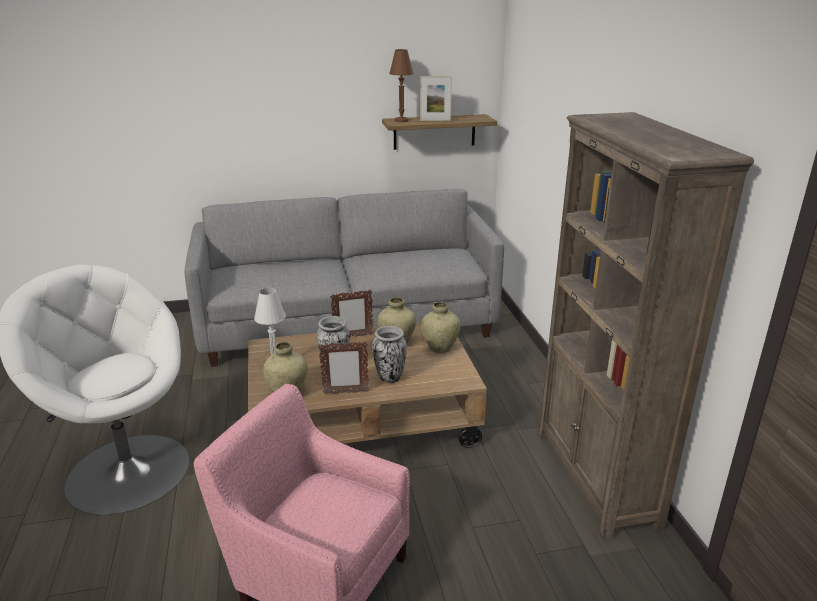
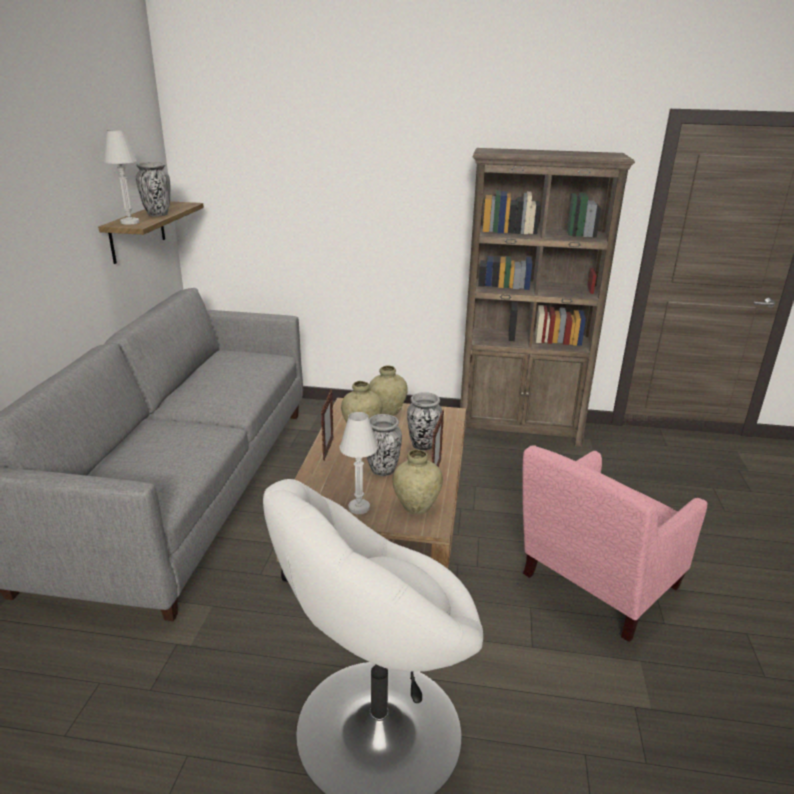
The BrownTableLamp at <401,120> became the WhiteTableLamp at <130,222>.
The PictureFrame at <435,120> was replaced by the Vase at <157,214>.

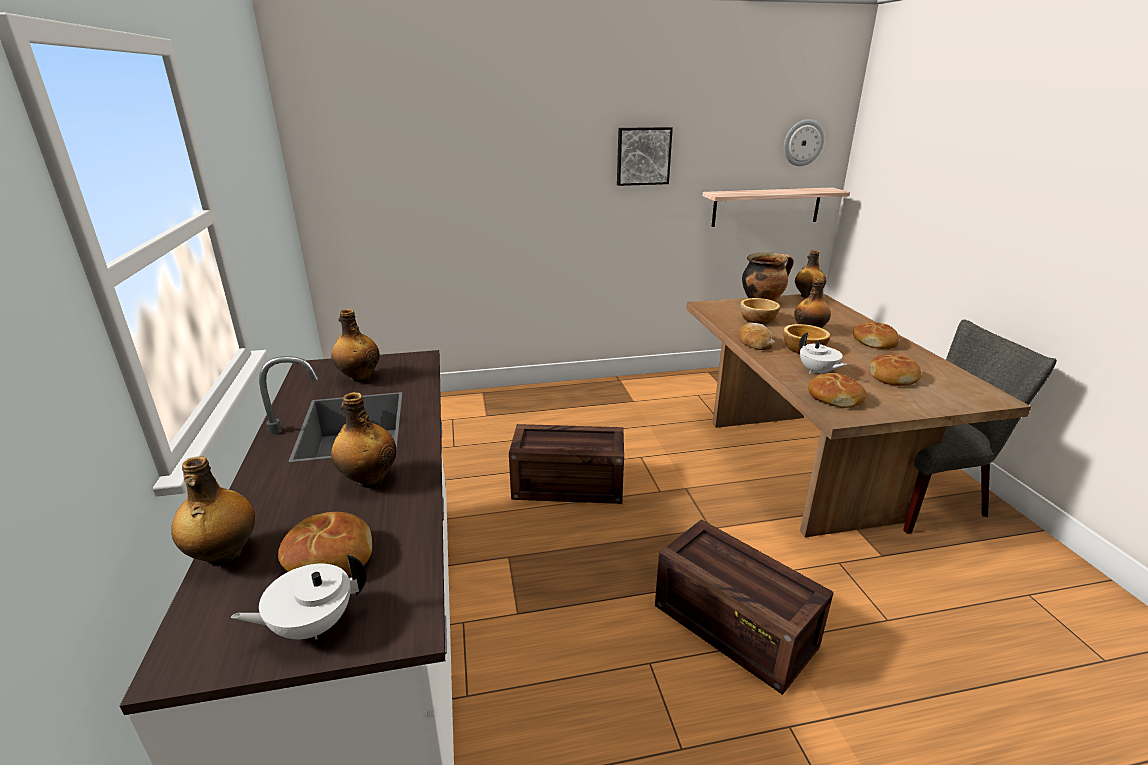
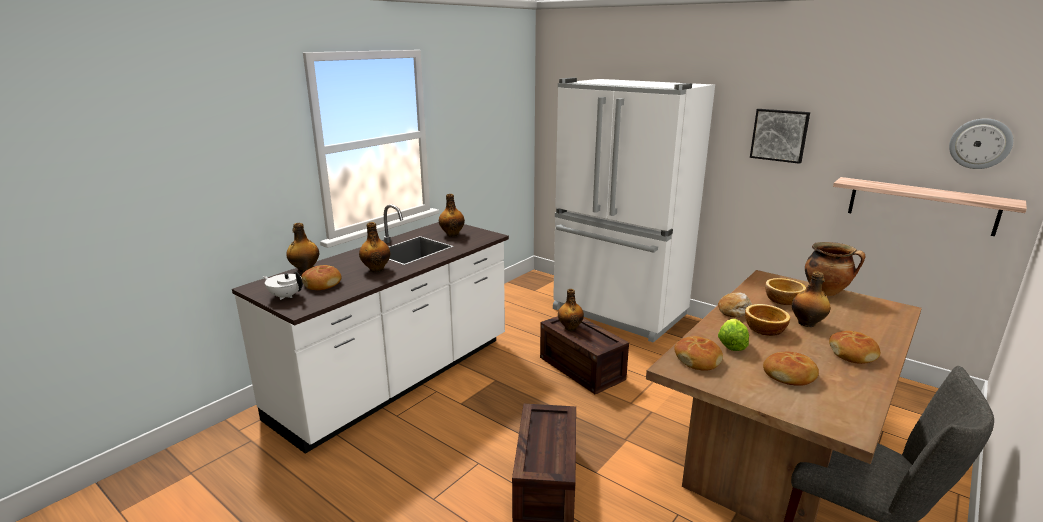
The WhiteFridge at <618,313> appeared.
The Bottle moved from <807,296> to <570,327>.
The WhiteTeapot at <817,372> was replaced by the Lettuce at <731,344>.

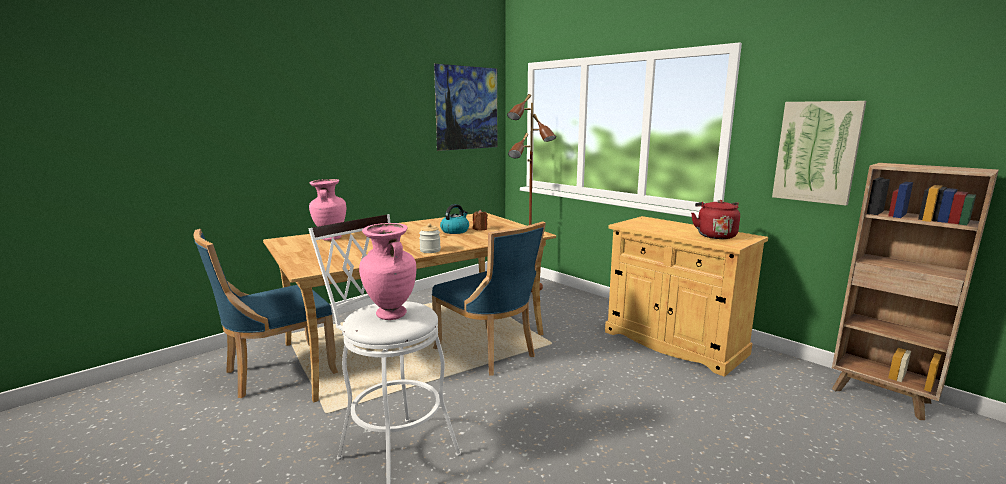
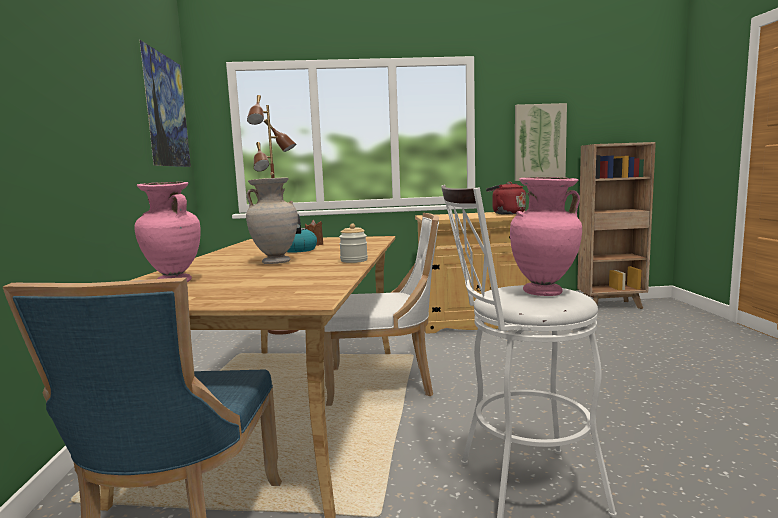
The BeigeVase at <276,262> appeared.
The BlueChair at <489,352> became the WhiteChair at <384,383>.

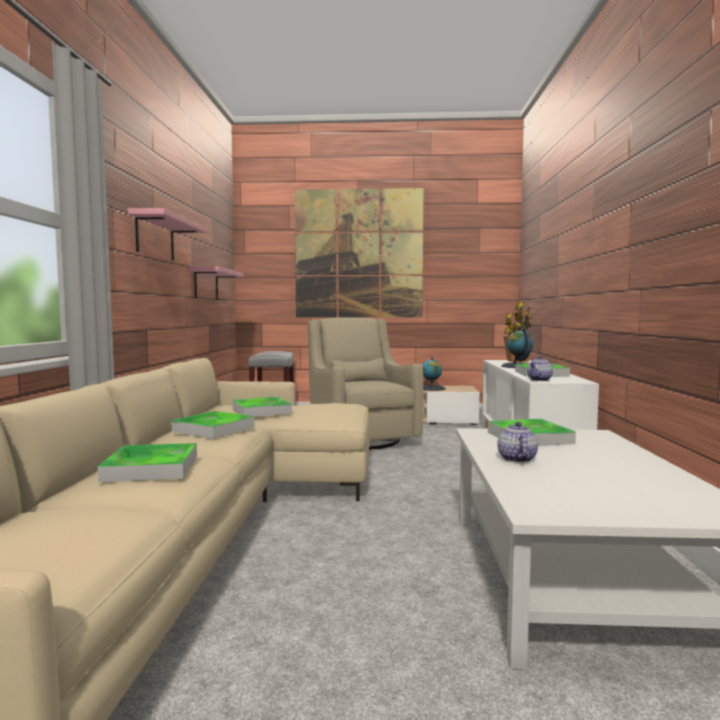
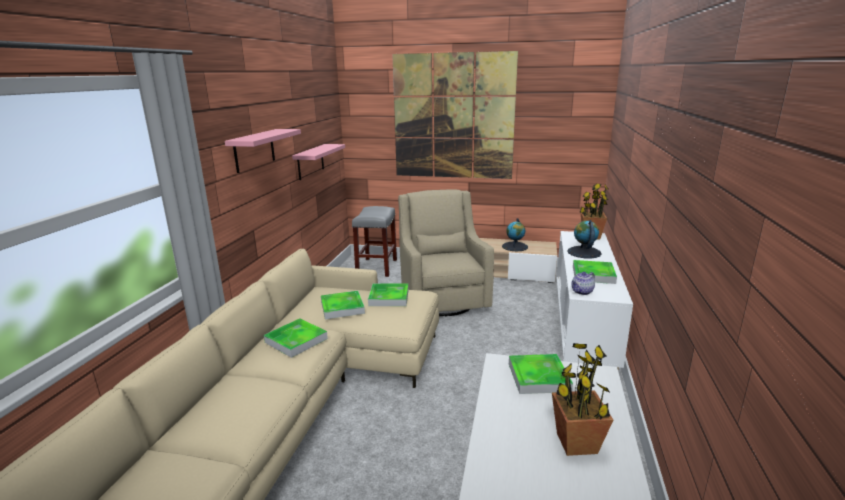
The Tray moved from <151,468> to <389,297>.
The PottedPlant at <577,444> appeared.
The Teapot at <516,459> disappeared.

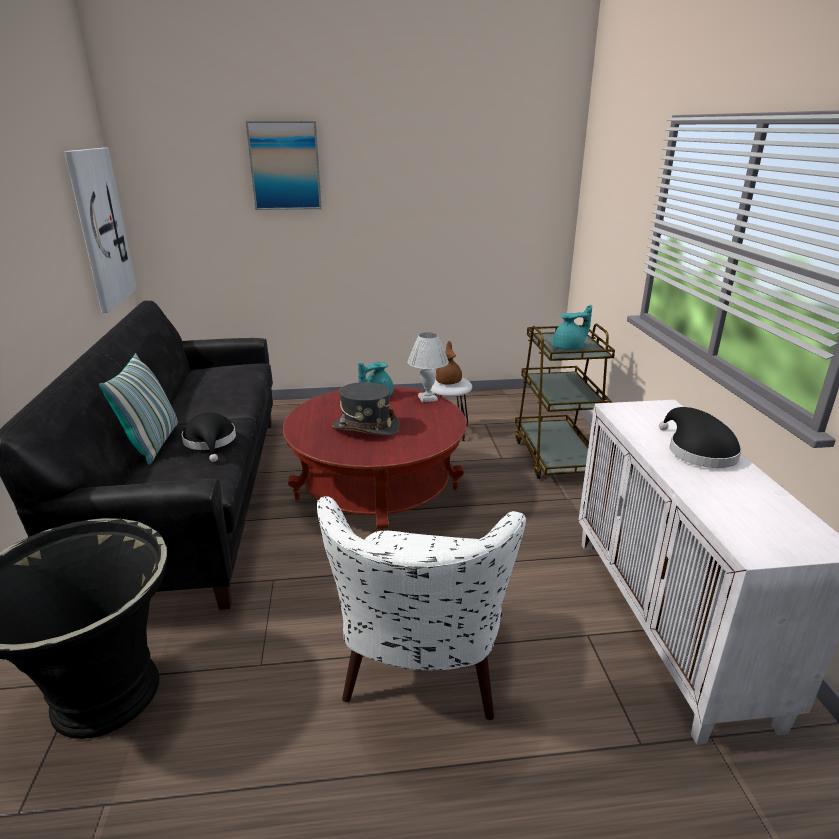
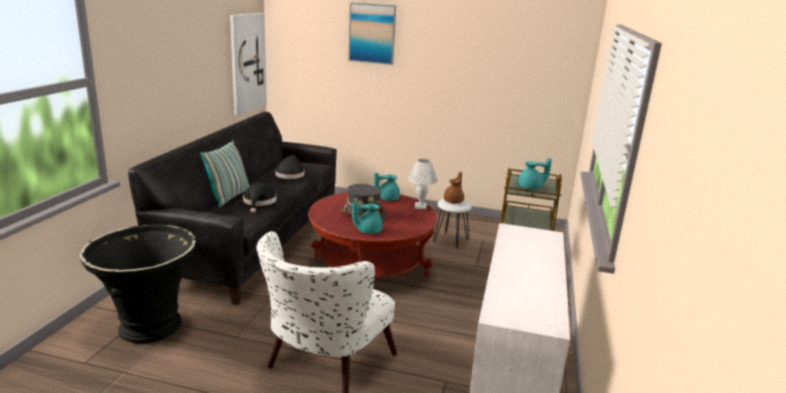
The BlackHat moved from <697,451> to <290,174>.
The TurquoiseTeapot at <368,231> appeared.

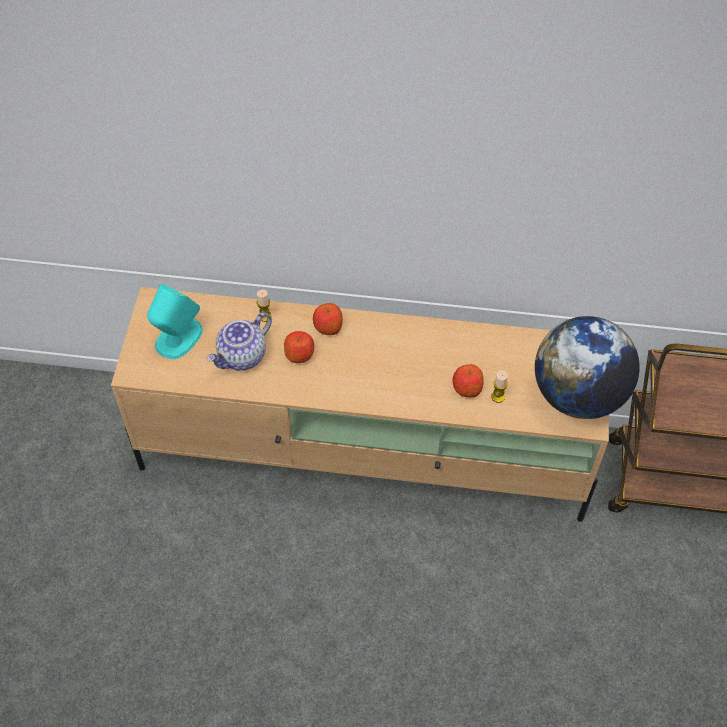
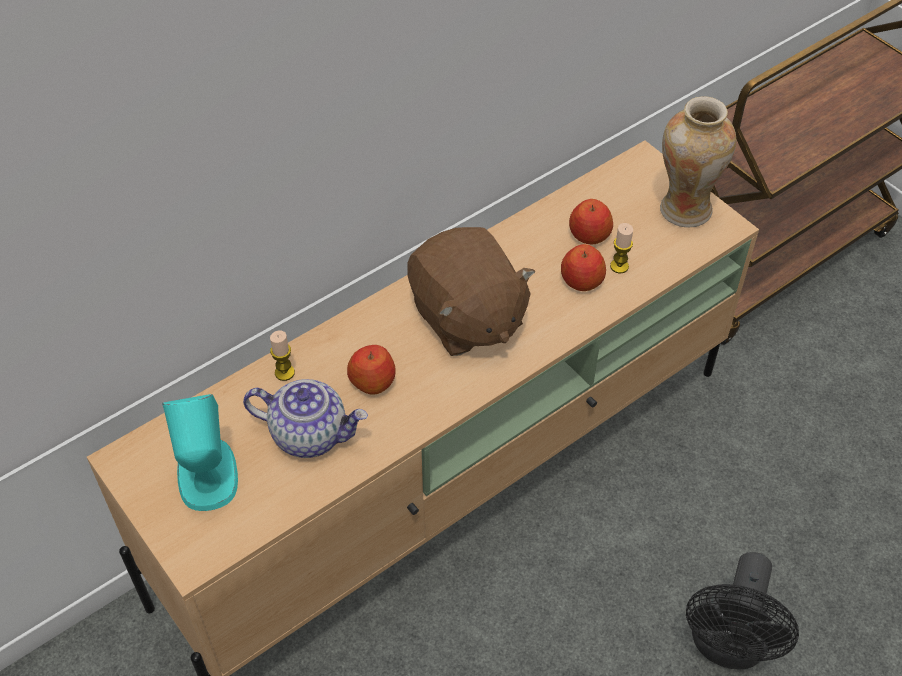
The Teapot at <242,356> turned 75 degrees counterclockwise.
The BrownPlushToy at <466,318> appeared.
The Apple moved from <328,326> to <589,235>.
The Globe at <578,395> was replaced by the Vase at <684,209>.
The BlackFan at <727,646> appeared.

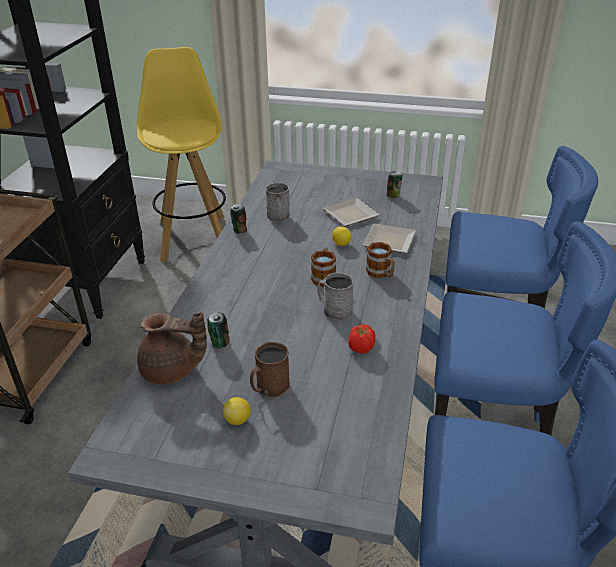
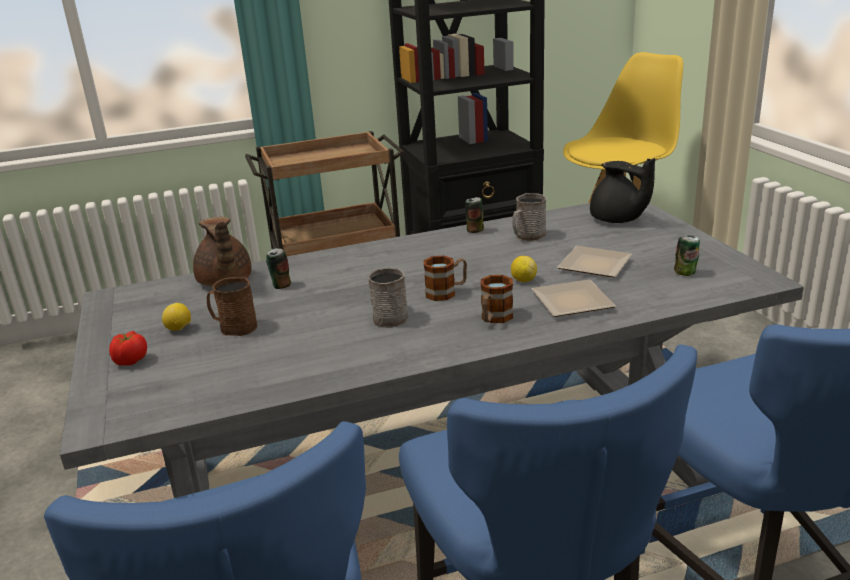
The Tomato moved from <360,348> to <131,361>.
The BlackTeapot at <617,220> appeared.

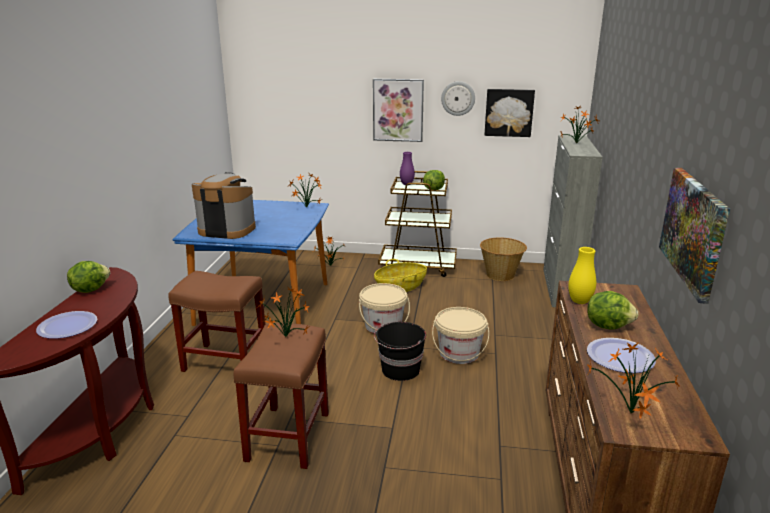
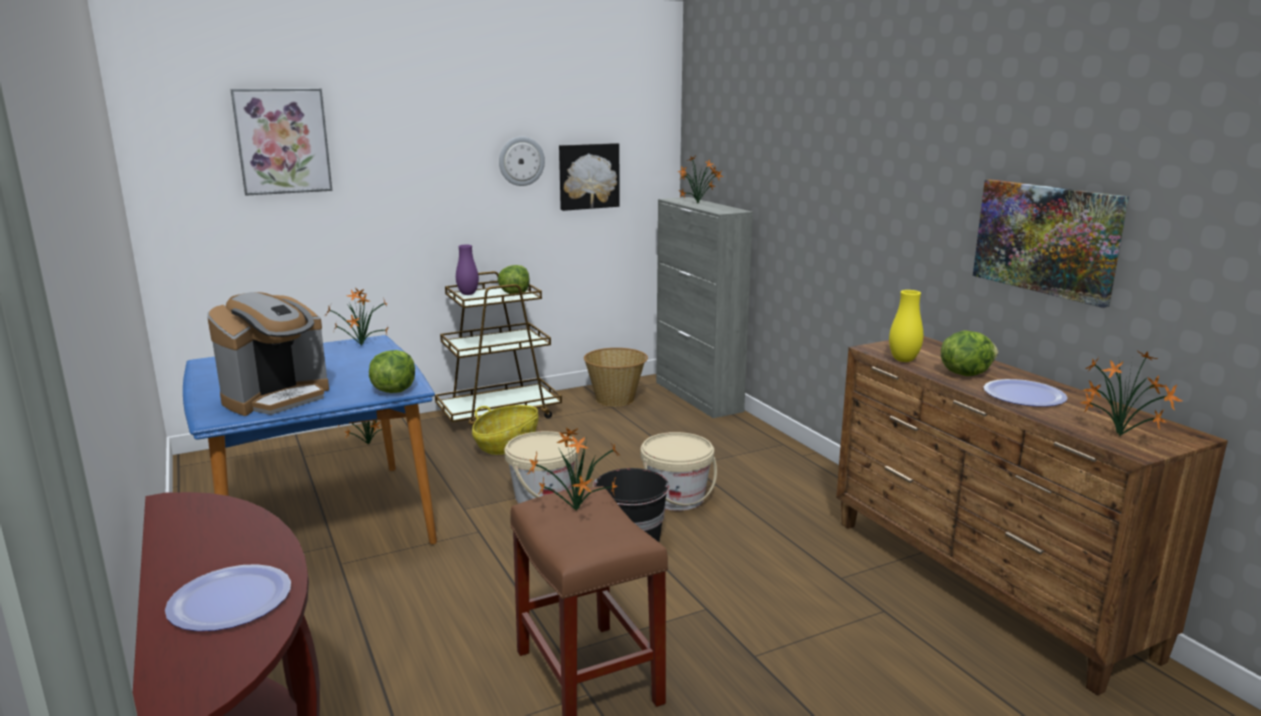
The CoffeeMachine at <227,230> turned 150 degrees clockwise.
The Picture moved from <398,110> to <282,141>.
The Lettuce moved from <90,289> to <394,390>.
The BrownStool at <224,361> disappeared.

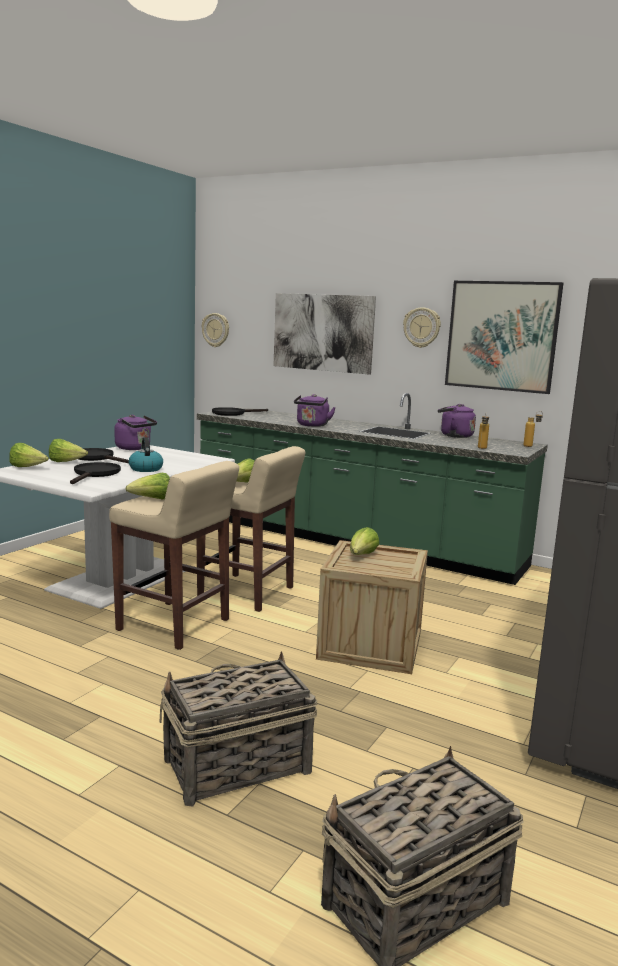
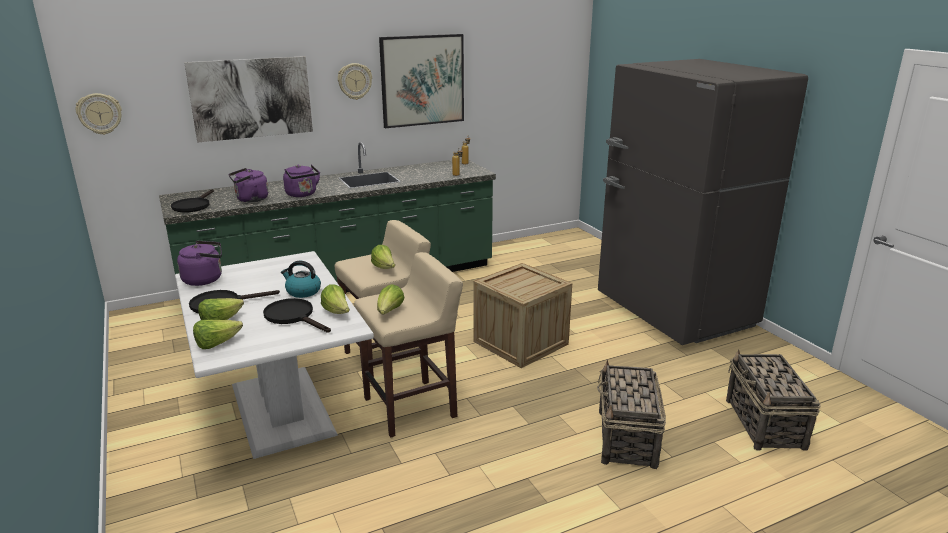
The PurpleKettle moved from <454,436> to <250,199>.
The Lettuce moved from <362,556> to <337,312>.

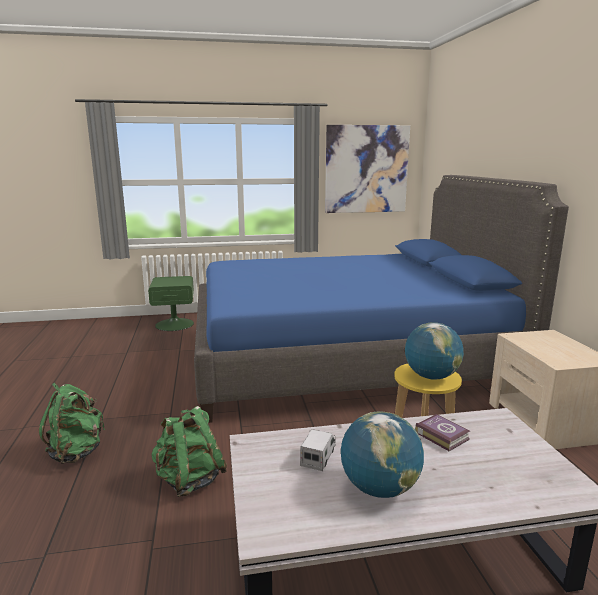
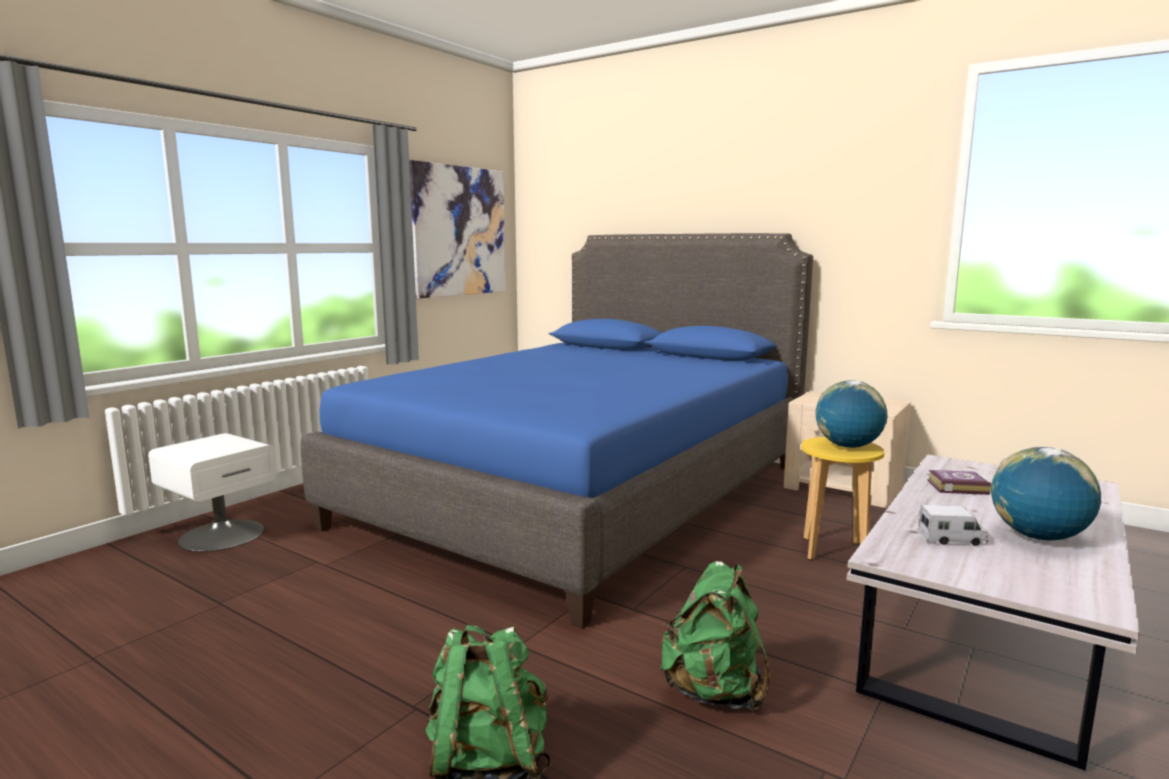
The GreenNightstand at <174,324> became the WhiteNightstand at <221,534>.
The ToyTruck at <318,457> turned 120 degrees clockwise.

